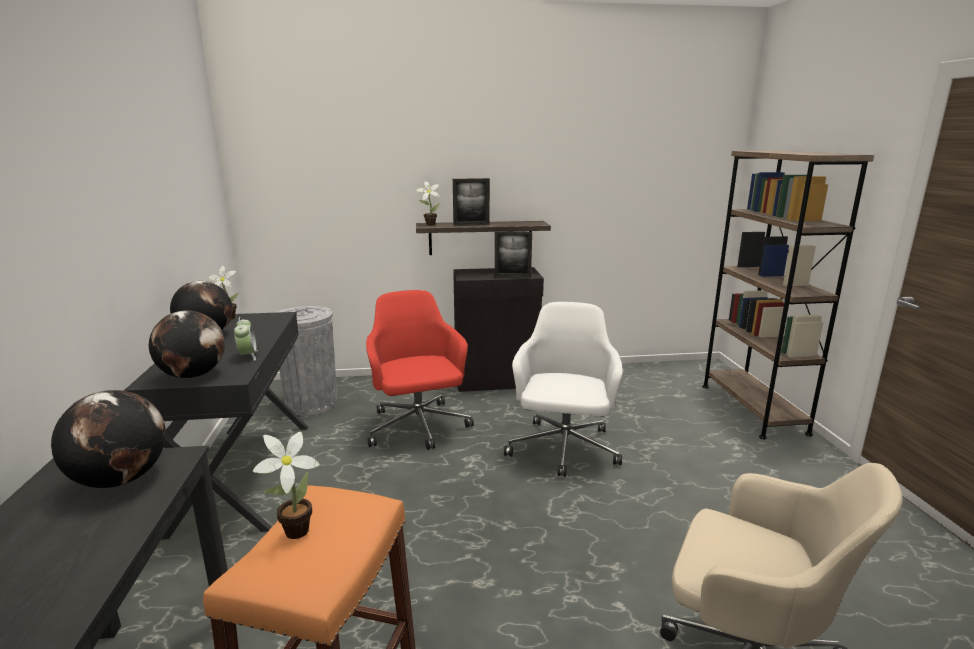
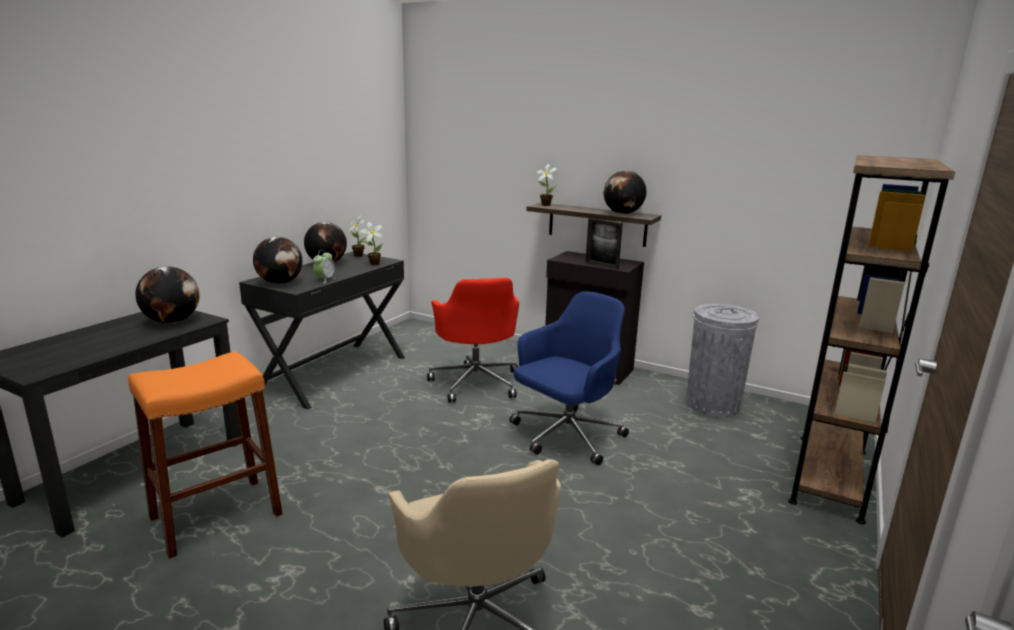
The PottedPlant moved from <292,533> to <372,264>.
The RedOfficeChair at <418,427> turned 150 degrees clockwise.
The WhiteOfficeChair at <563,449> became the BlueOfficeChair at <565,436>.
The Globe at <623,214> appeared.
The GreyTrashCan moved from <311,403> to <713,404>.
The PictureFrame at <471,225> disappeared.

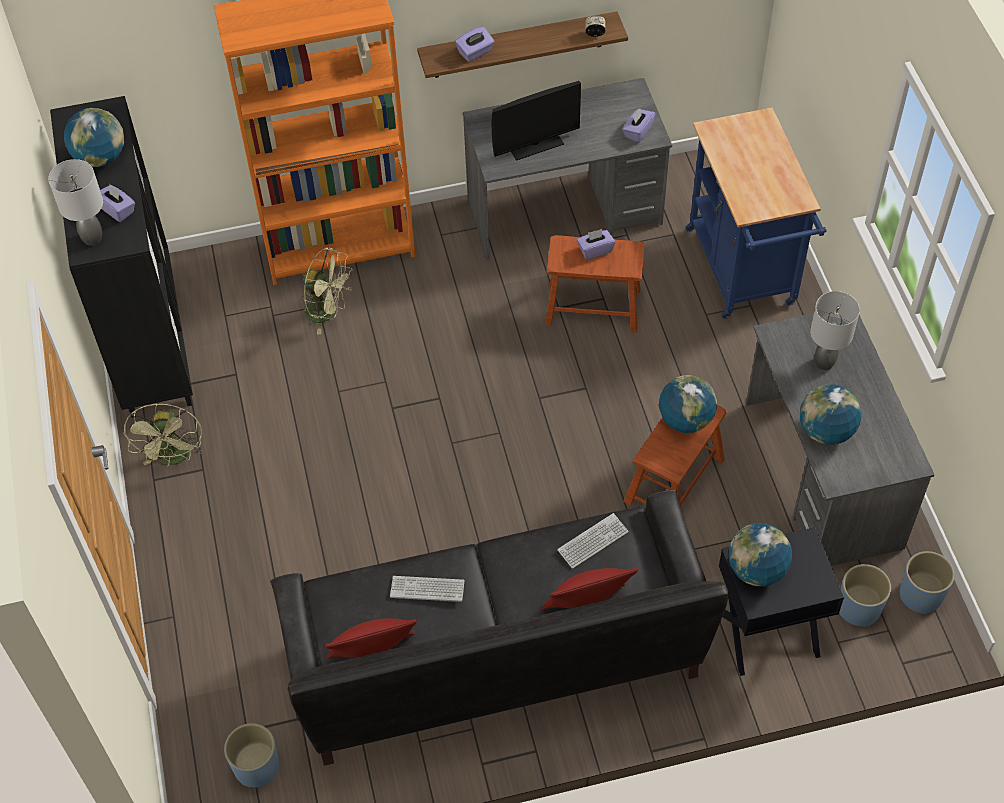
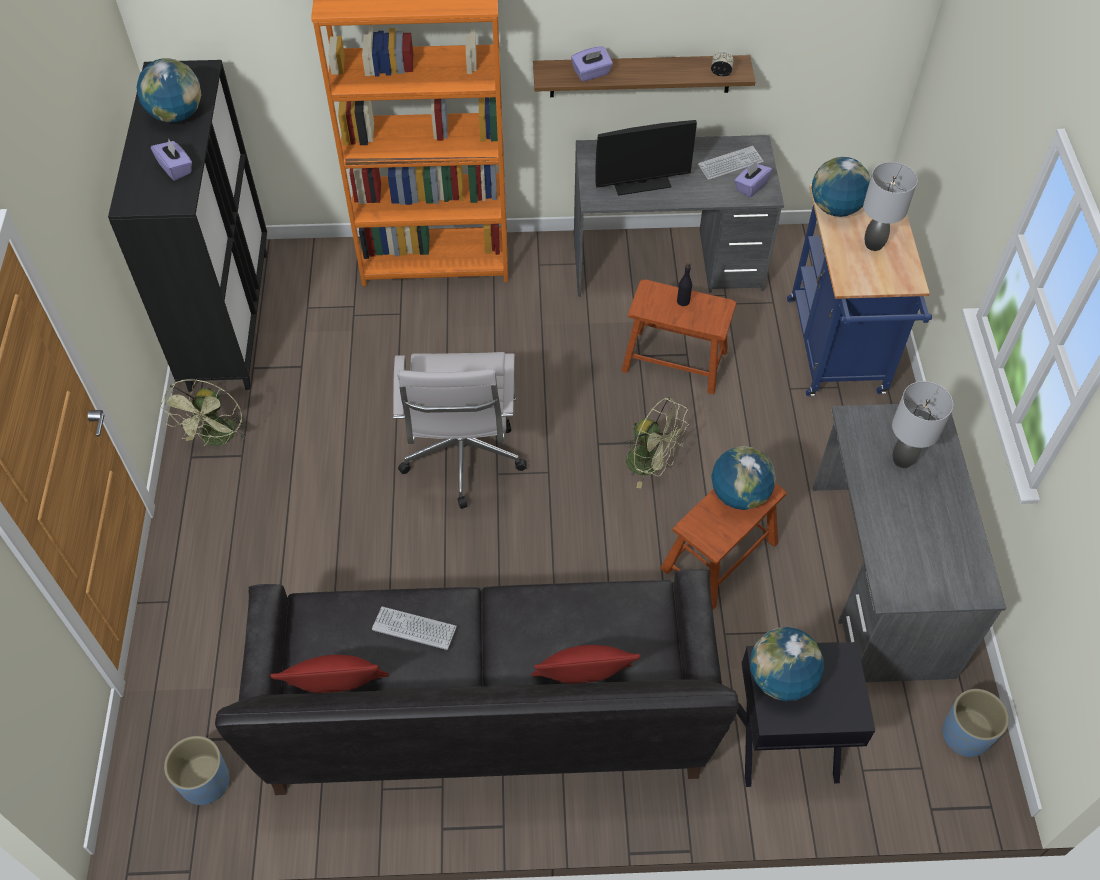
The WhiteOfficeChair at <462,460> appeared.
The GreenFan moved from <328,312> to <651,464>.
The PurpleTissueBox at <595,250> was replaced by the BlackBottle at <683,301>.
The Keyboard moved from <592,541> to <730,164>.
The Globe moved from <826,431> to <835,208>.
The GreyTableLamp moved from <91,238> to <873,244>.
The BluePlanter at <859,608> disappeared.

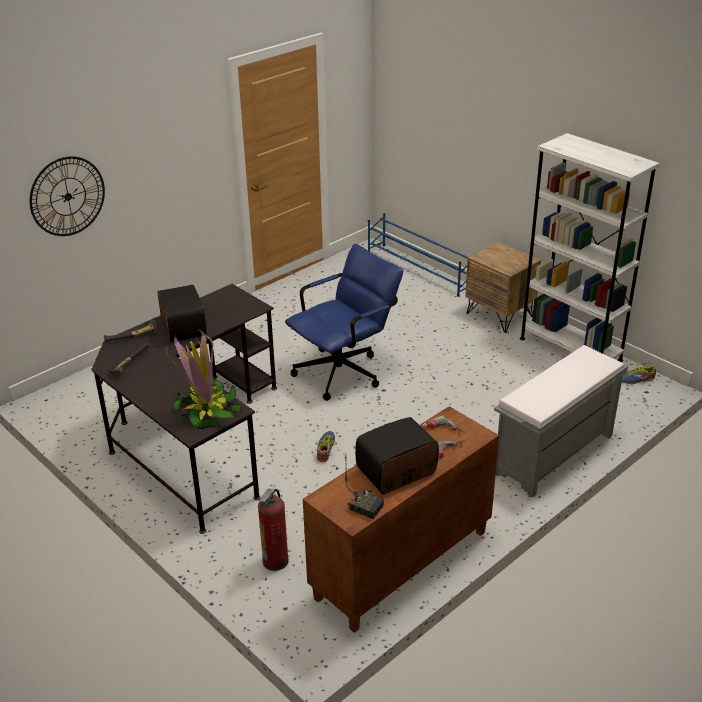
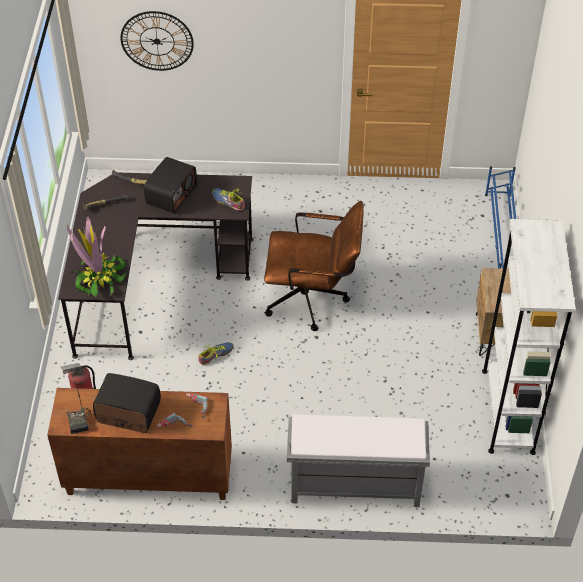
The Shoe moved from <635,379> to <228,201>.
The BlueOfficeChair at <345,371> became the BrownOfficeChair at <313,299>.

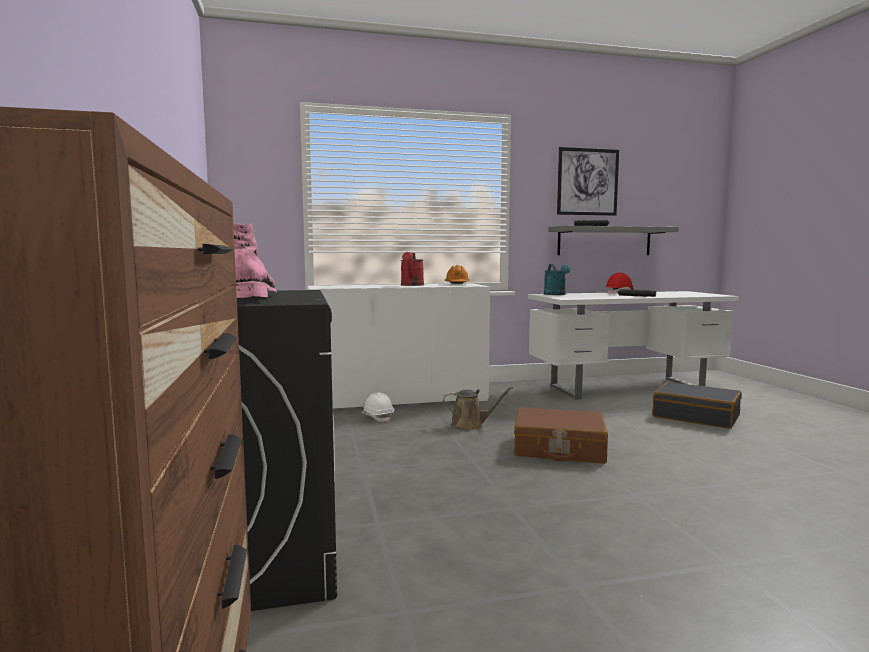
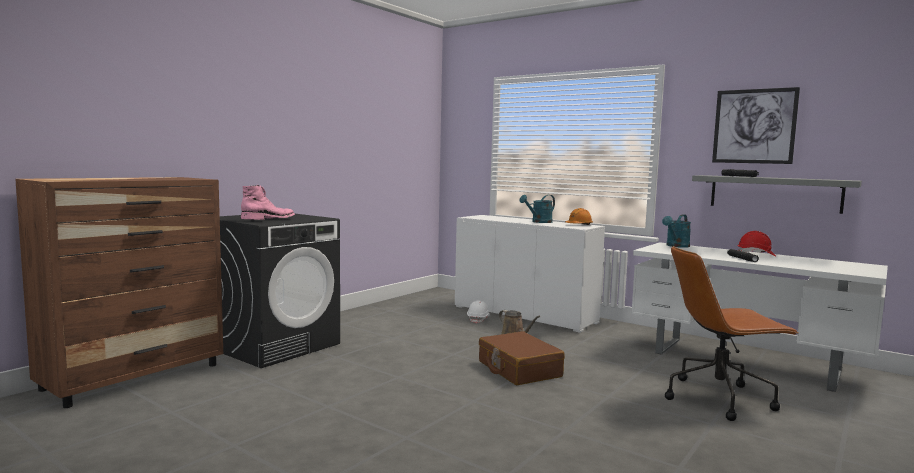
The RedWateringCan at <412,285> became the TurquoiseWateringCan at <539,222>.
The BlackSuitcase at <696,416> was replaced by the BrownOfficeChair at <719,398>.

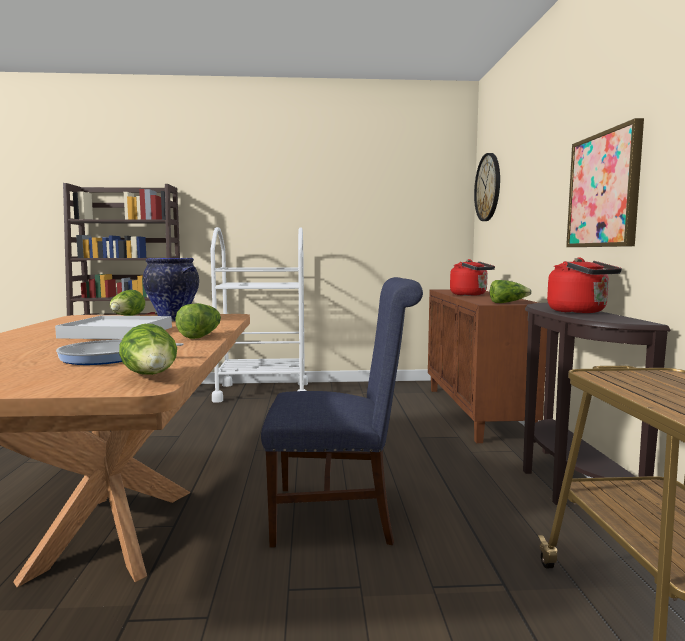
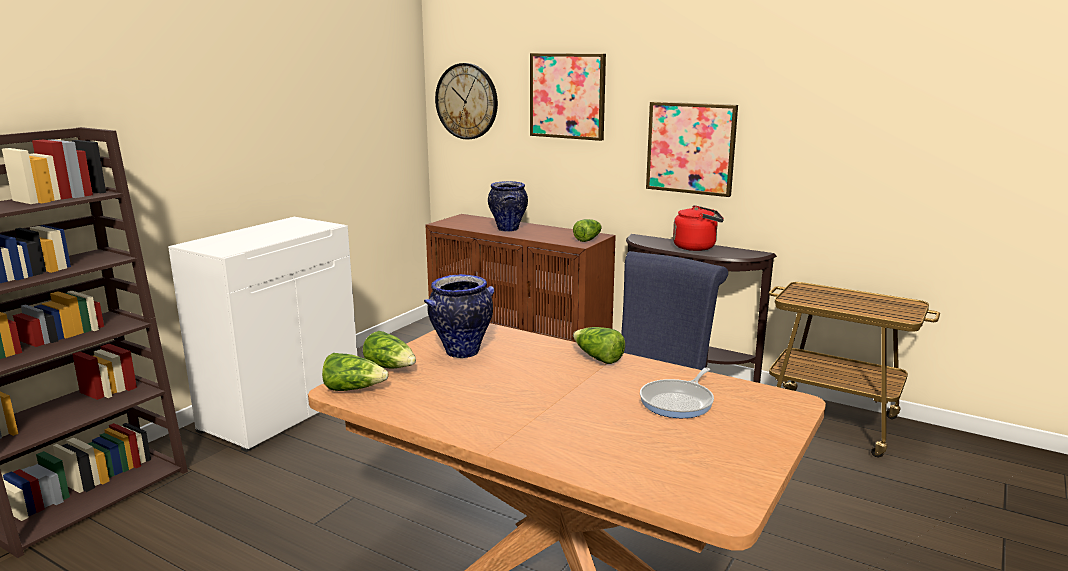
The WhiteCart at <262,392> was replaced by the WhiteCabinet at <281,411>.
The Lettuce moved from <152,376> to <354,389>.
The RedKettle at <470,295> was replaced by the Vase at <508,229>.
The Picture at <567,96> appeared.
The WhiteTray at <118,332> disappeared.

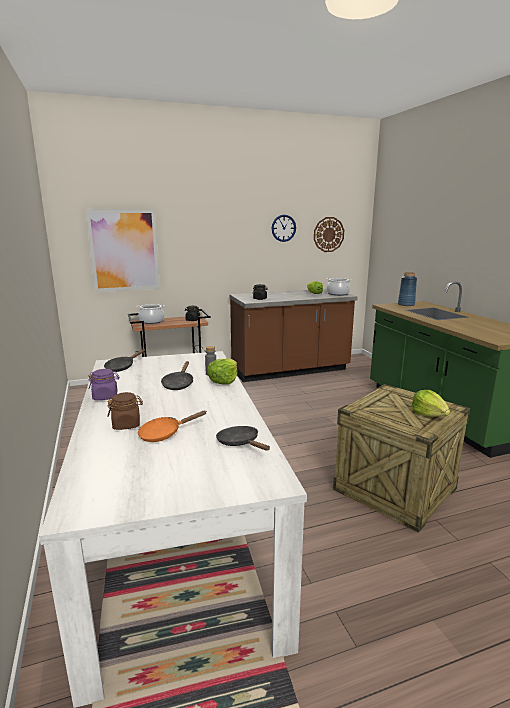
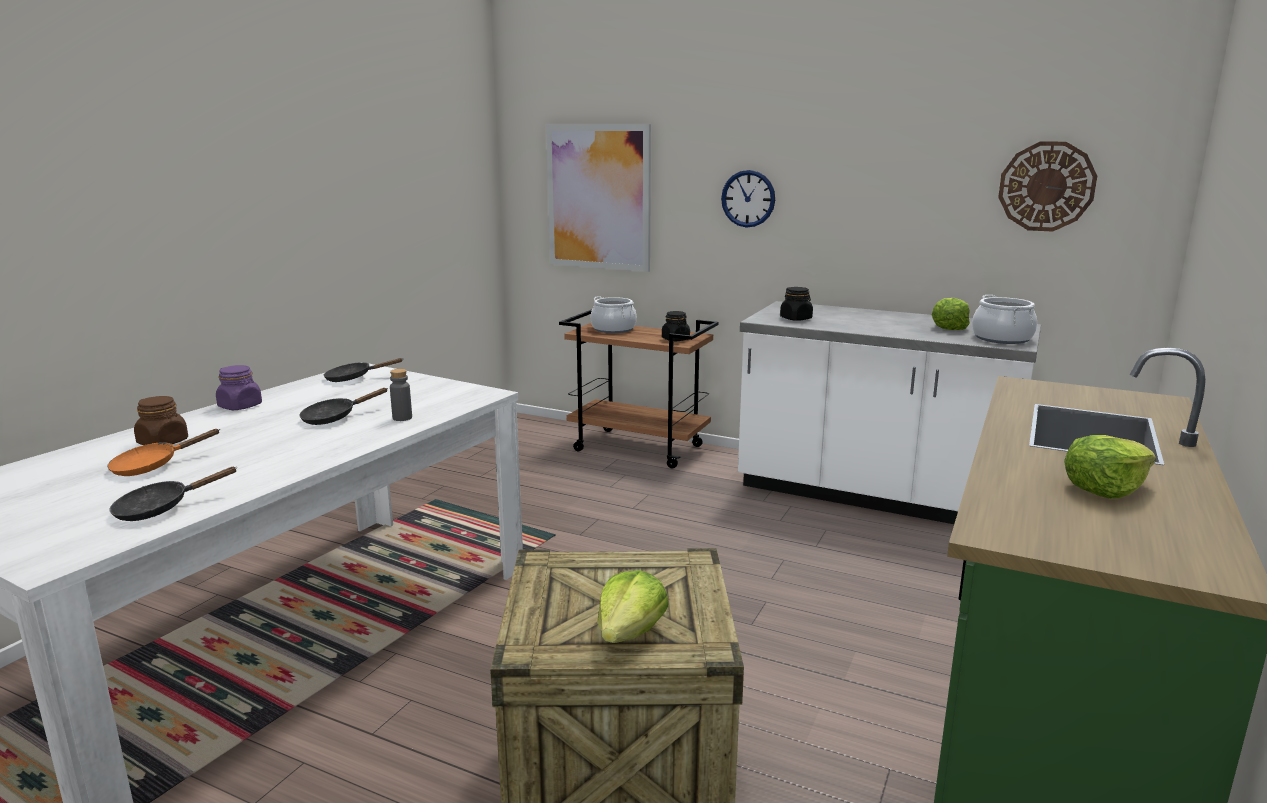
The OrangeFryingPan at <164,434> turned 60 degrees counterclockwise.
The BlackFryingPan at <240,443> turned 135 degrees counterclockwise.
The WallClock moved from <283,228> to <748,198>.
The BrownCounter at <290,371> became the WhiteCounter at <873,496>.
The Lettuce moved from <223,381> to <1104,488>.
The BlueVase at <406,304> disappeared.

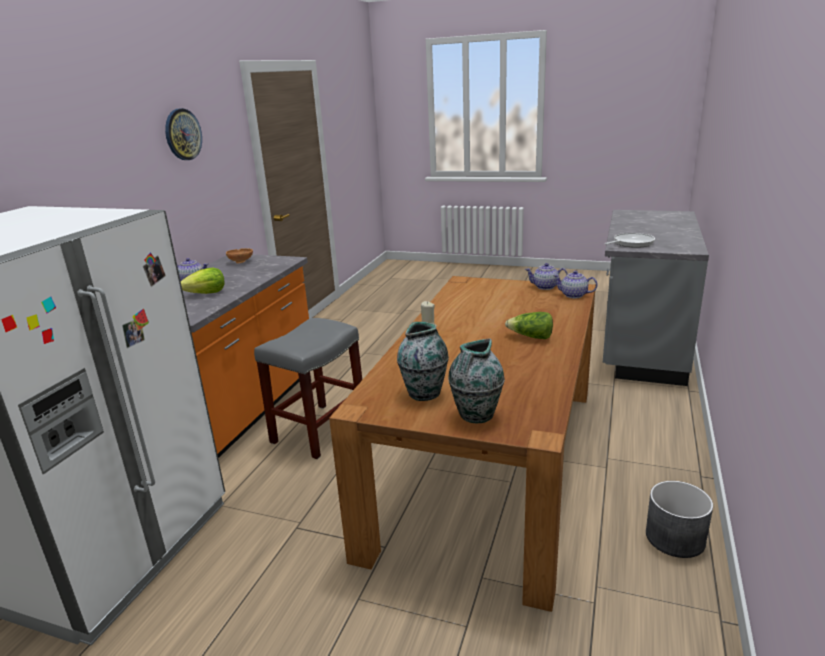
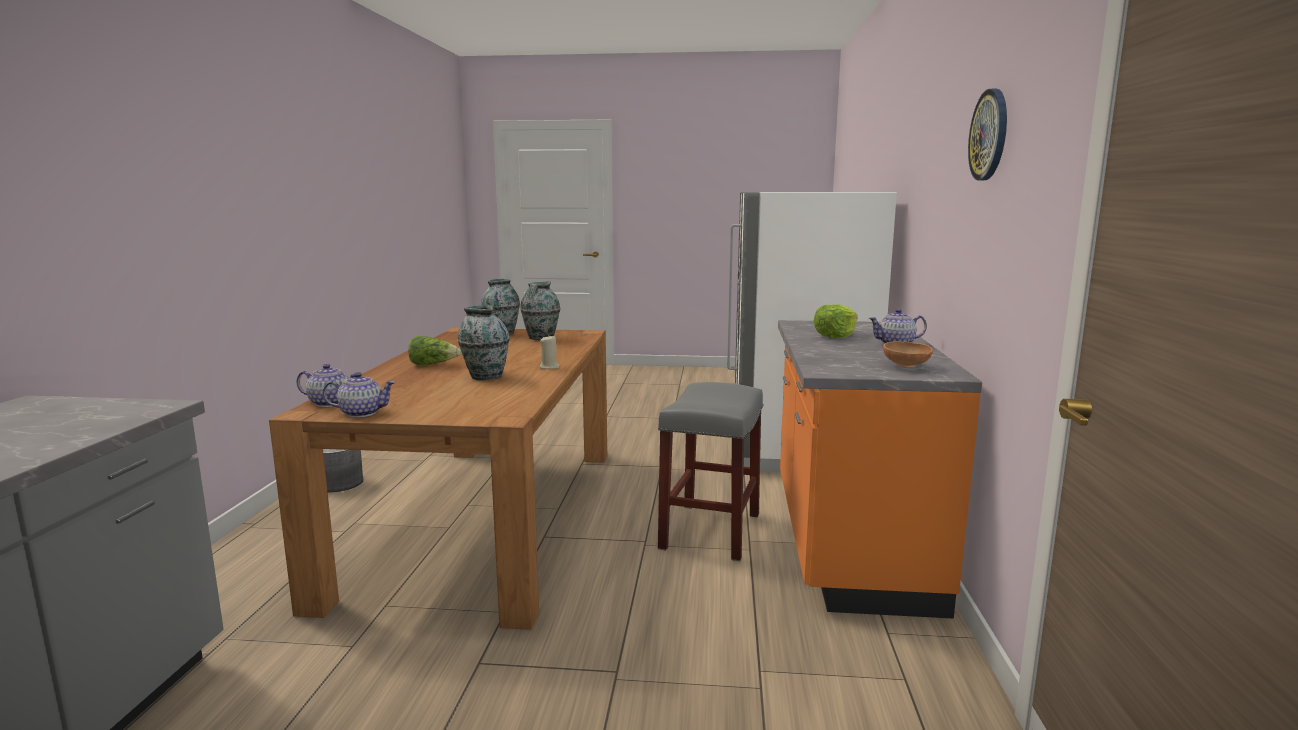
The Vase at <485,376> appeared.
The FryingPan at <631,243> disappeared.

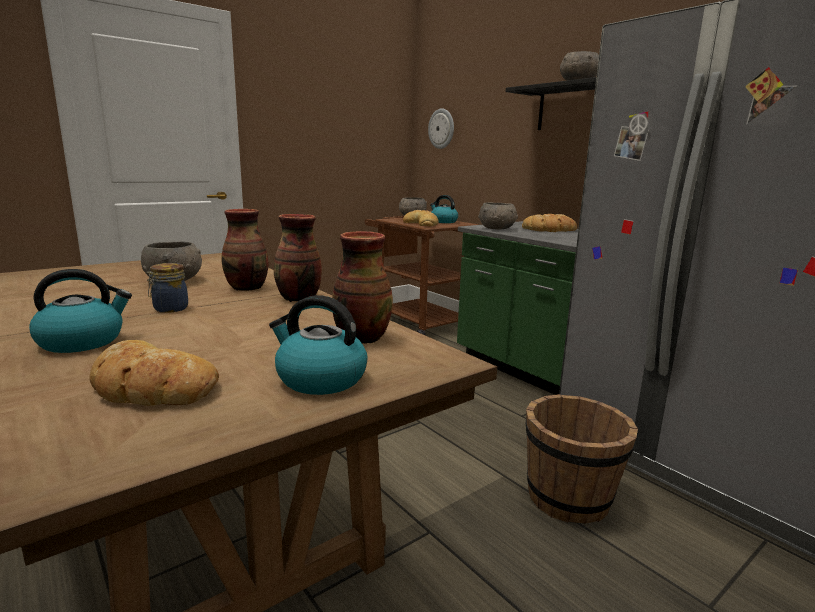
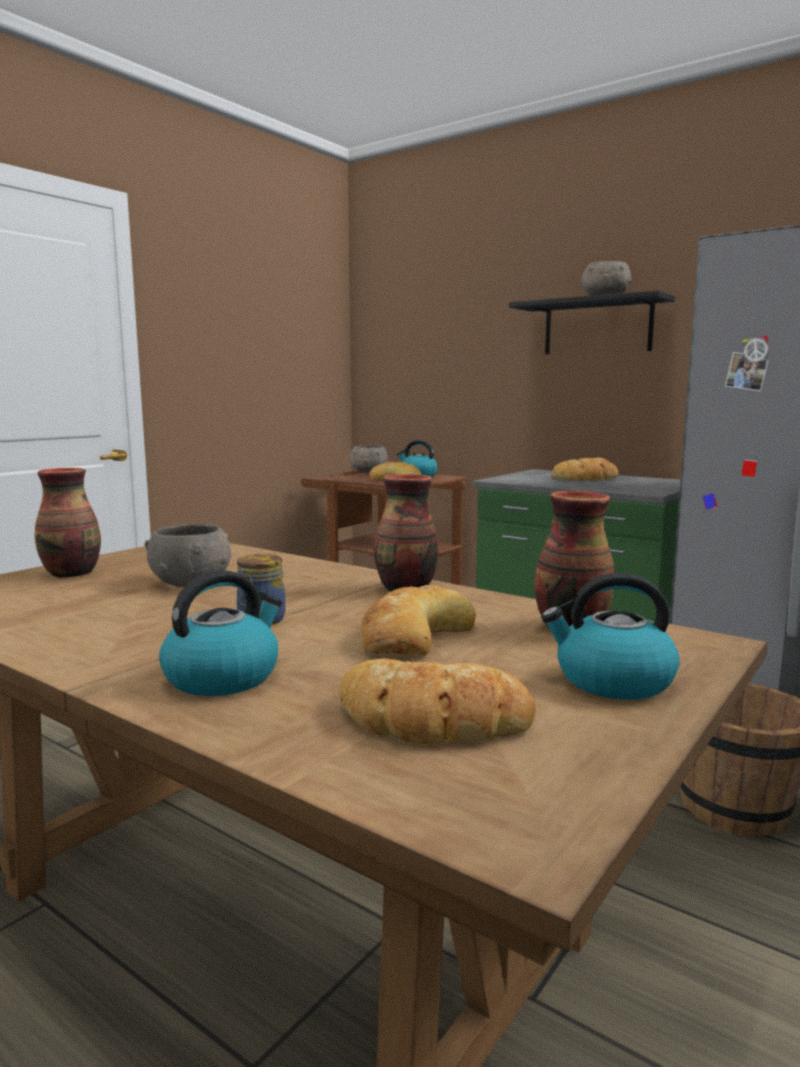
The Vase moved from <248,288> to <73,573>.
The Bread at <413,635> appeared.
The WallClock at <441,128> disappeared.
The GreyBowl at <497,228> disappeared.

